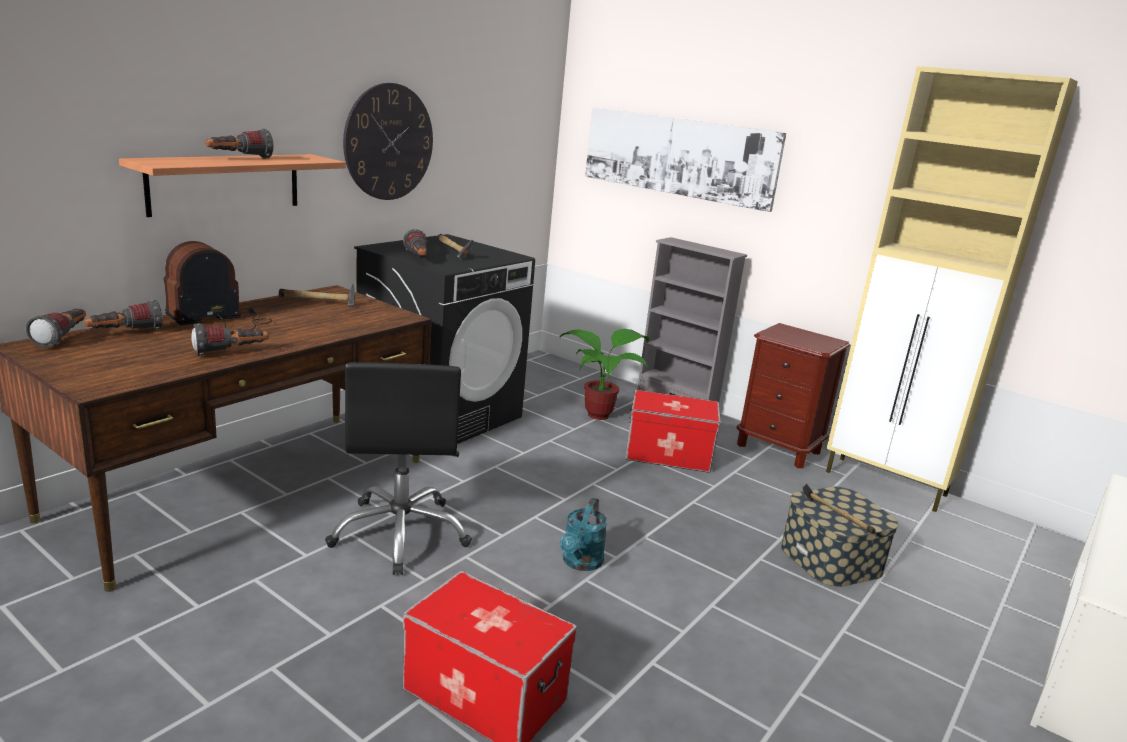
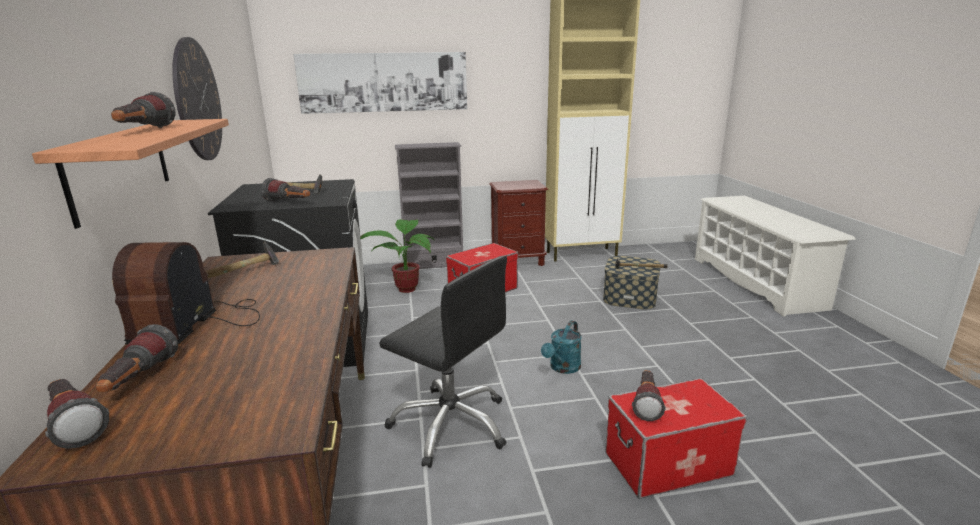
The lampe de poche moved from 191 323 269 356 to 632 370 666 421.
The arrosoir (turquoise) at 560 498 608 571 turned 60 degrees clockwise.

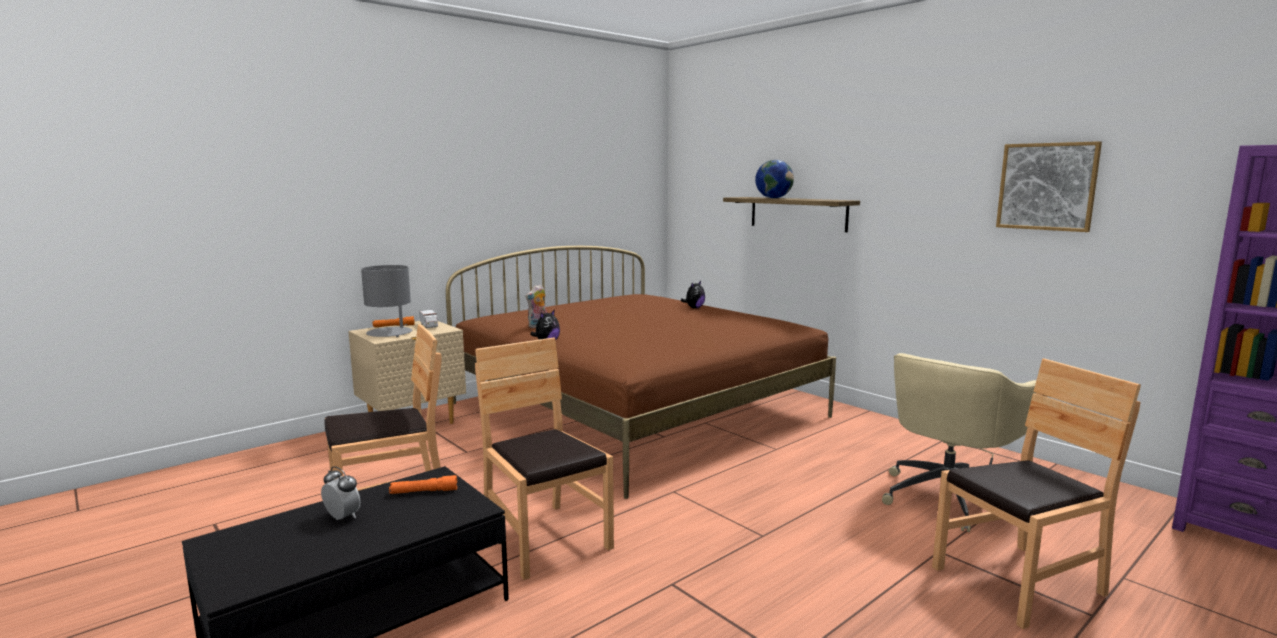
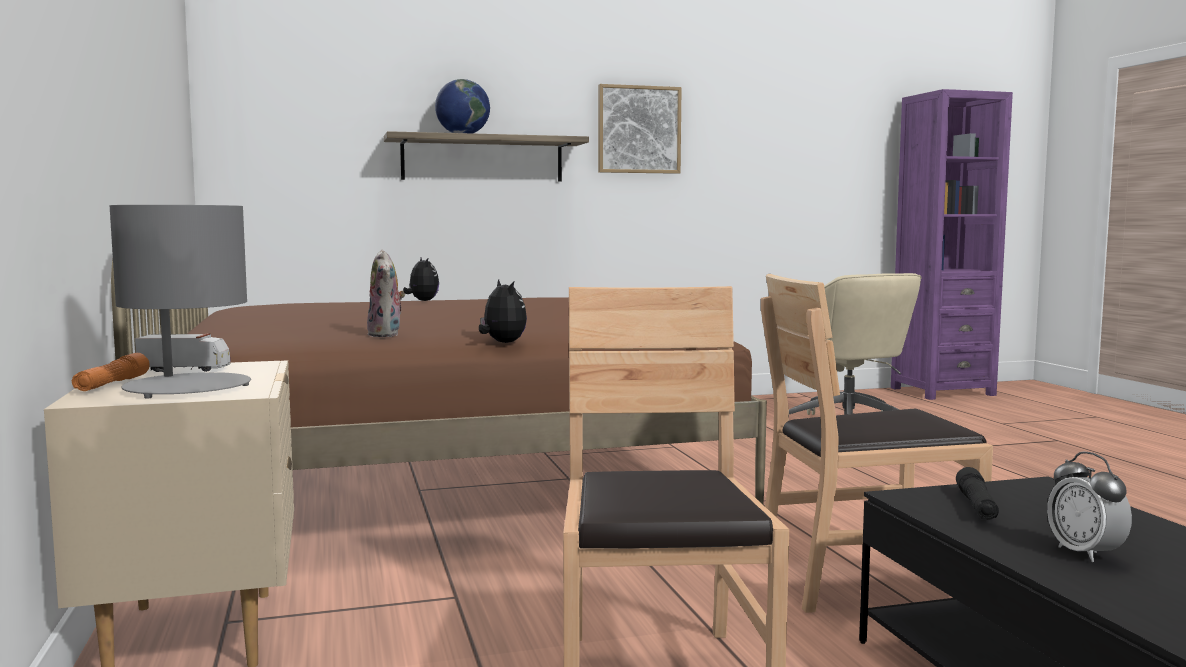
The tableau moved from 996 141 1102 232 to 598 84 682 174.
The chaise (marron) at 932 359 1141 629 disappeared.
The réveil at 321 466 361 520 turned 75 degrees counterclockwise.
The lampe de poche (orange) at 389 475 457 494 became the lampe de poche (noir) at 956 467 999 520.

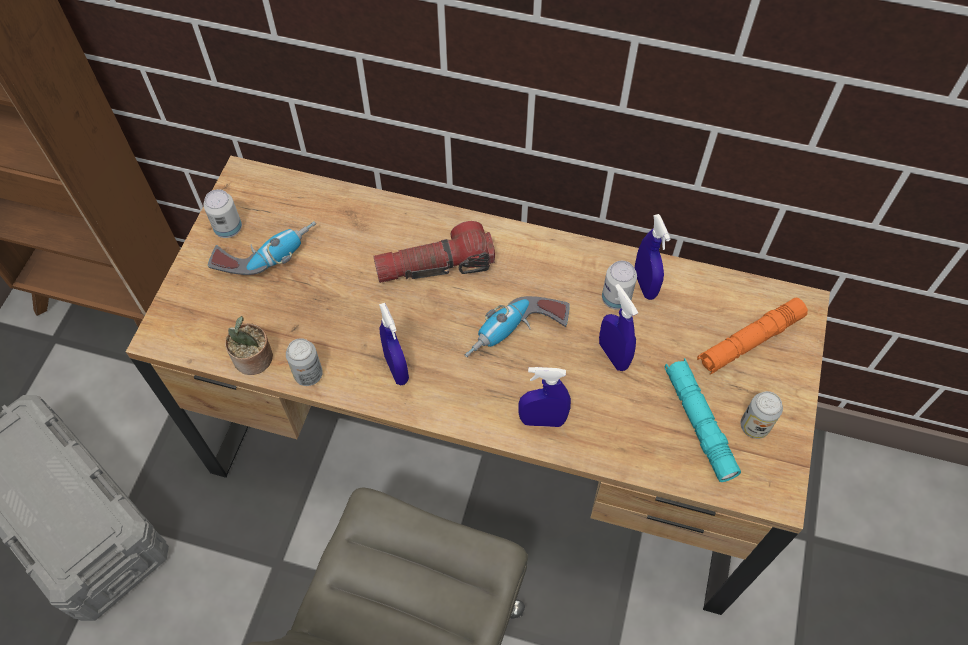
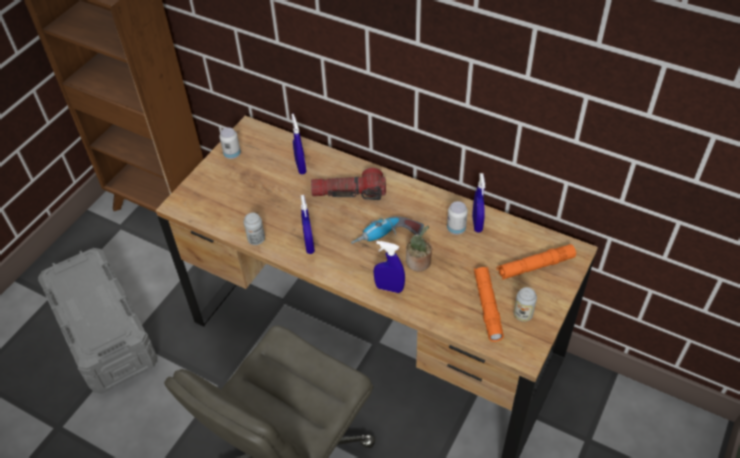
The perceuse at 208 221 316 275 disappeared.
The vaporisateur (bleu) moved from 599 284 638 371 to 291 114 306 174.
The plante en pot moved from 225 316 273 375 to 406 226 432 271.
The lampe de poche (turquoise) at 664 358 741 482 became the lampe de poche (orange) at 474 267 504 342.

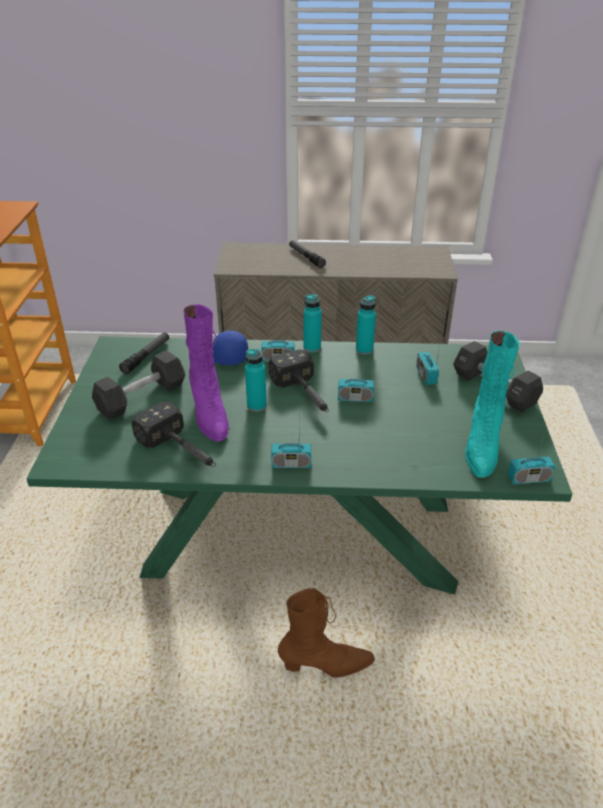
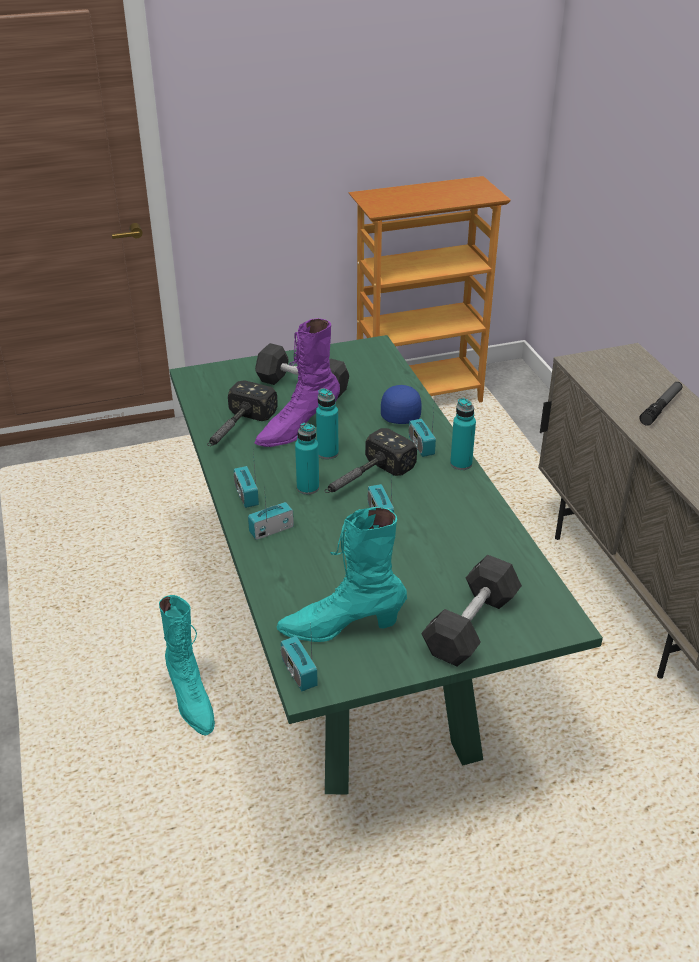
The bouteille (turquoise) moved from 356 295 376 355 to 295 423 319 495.
The lampe de poche at 119 333 169 374 disappeared.
The radio moved from 416 338 441 385 to 248 486 294 540.
The botte (marron) at 278 588 375 678 became the botte (turquoise) at 159 595 215 736.

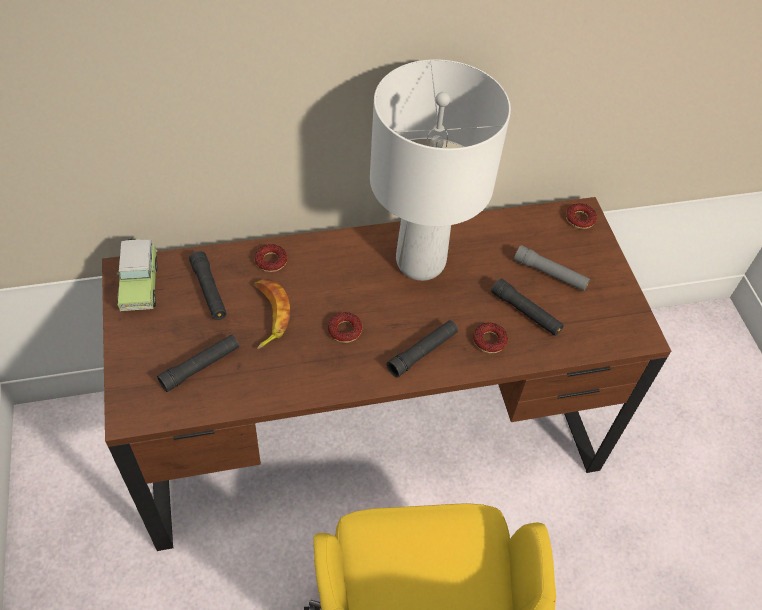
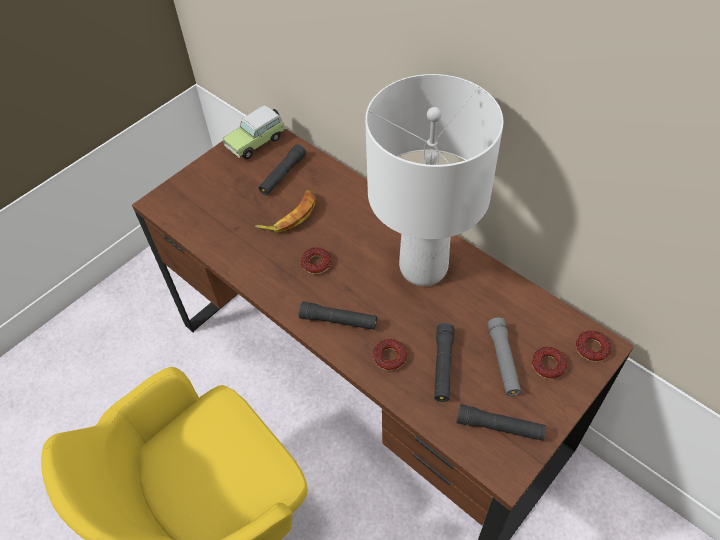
The beignet moved from 254 244 287 272 to 532 347 567 379.
The lampe de poche (noir) moved from 157 334 239 392 to 456 404 546 441.

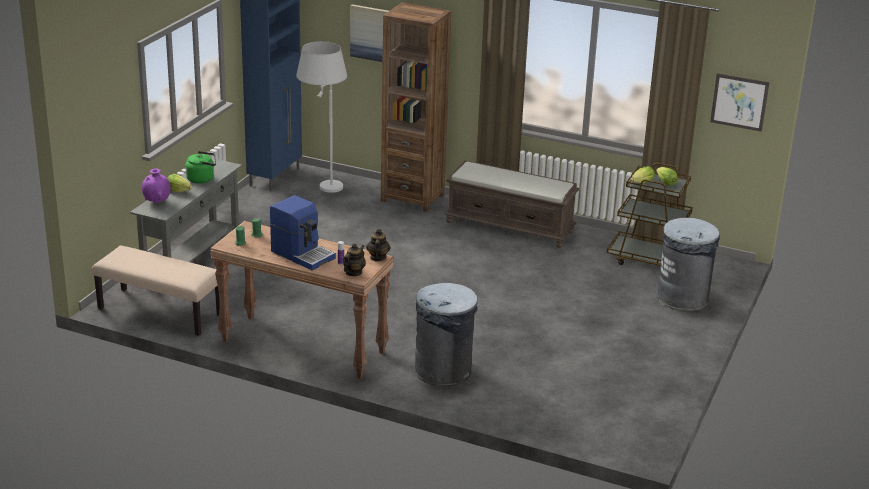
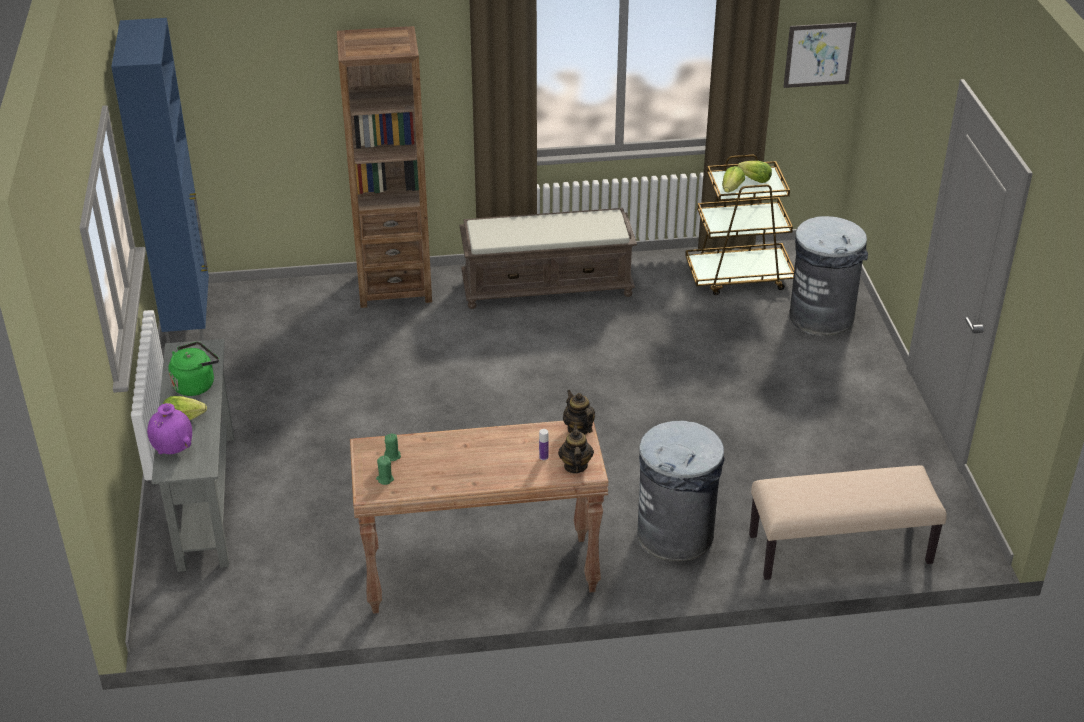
The tableau at 350 4 389 62 disappeared.
The lampadaire (blanc) at 296 41 347 193 disappeared.
The machine à café at 270 195 336 271 disappeared.
The banc (beige) moved from 92 246 219 336 to 749 466 947 580.

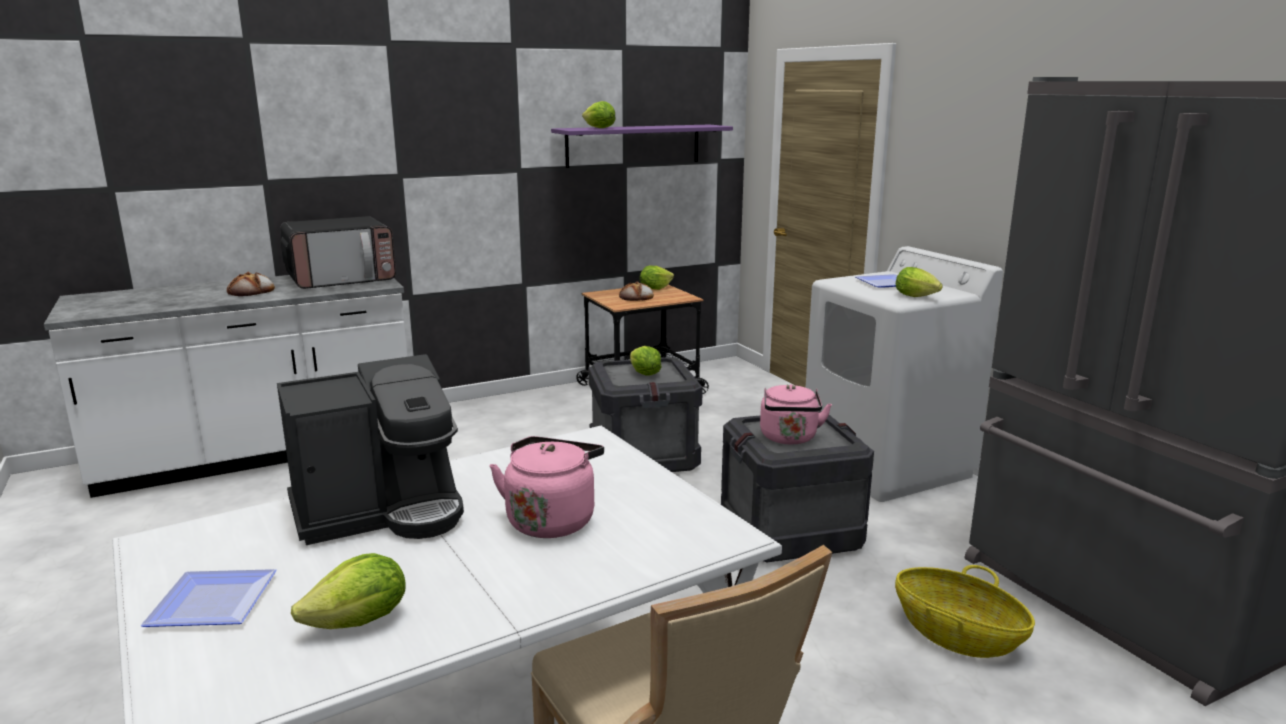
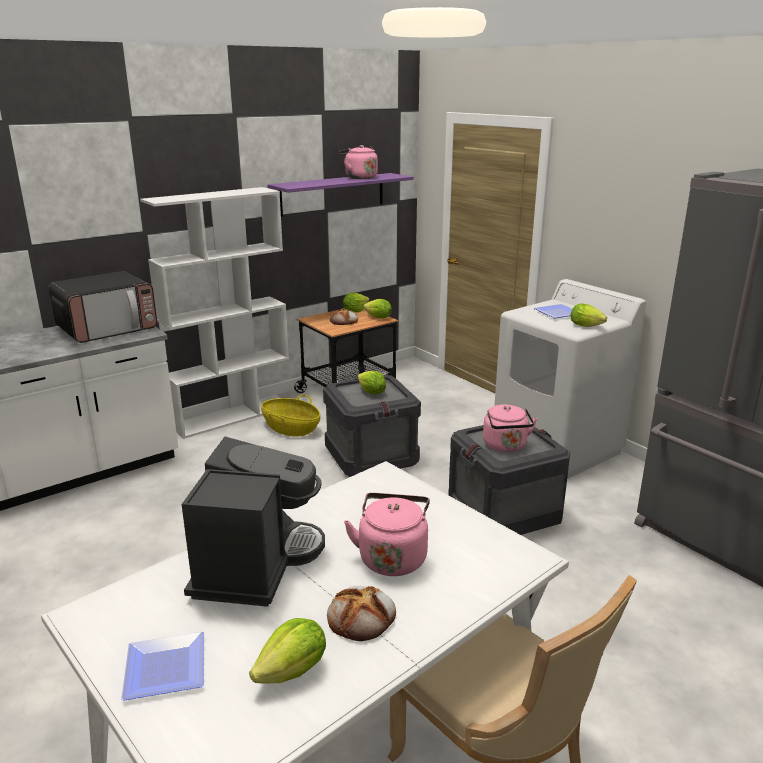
The laitue moved from 582 101 616 128 to 363 299 392 318.
The pain moved from 227 272 275 296 to 327 586 396 641.
The machine à café at 277 354 464 545 turned 45 degrees counterclockwise.
The panier moved from 895 565 1035 658 to 261 395 320 436.
The bouilloire (rose) at 339 145 378 179 appeared.
The bibliothèque (blanc) at 140 187 289 439 appeared.

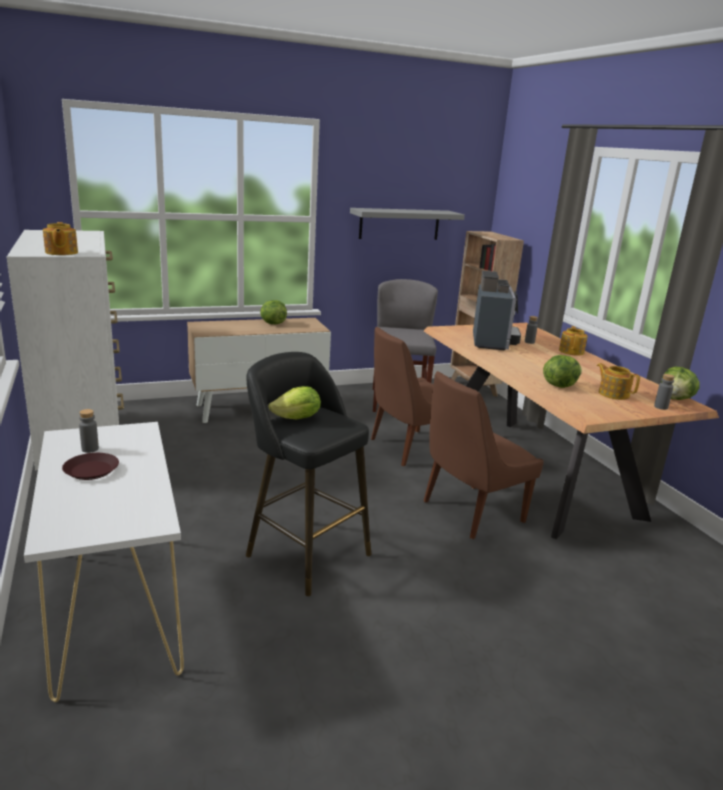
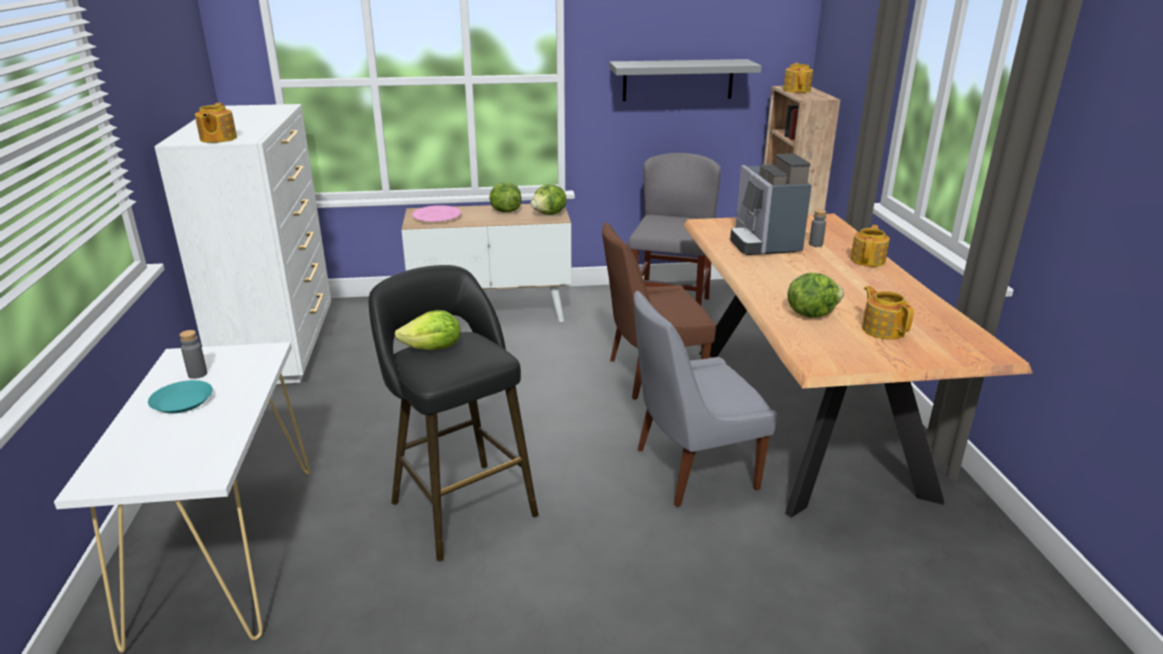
The machine à café at 473 271 521 350 turned 150 degrees clockwise.
The laitue moved from 661 366 699 400 to 531 184 567 215.
The chaise (marron) at 424 371 544 539 became the chaise (gris) at 634 291 777 507.
The bouteille (gris) at 654 374 675 410 disappeared.
The assiette (marron) at 62 453 119 480 became the assiette (turquoise) at 148 380 213 413.
The théière at 783 63 813 93 appeared.
The assiette (rose) at 412 205 461 222 appeared.

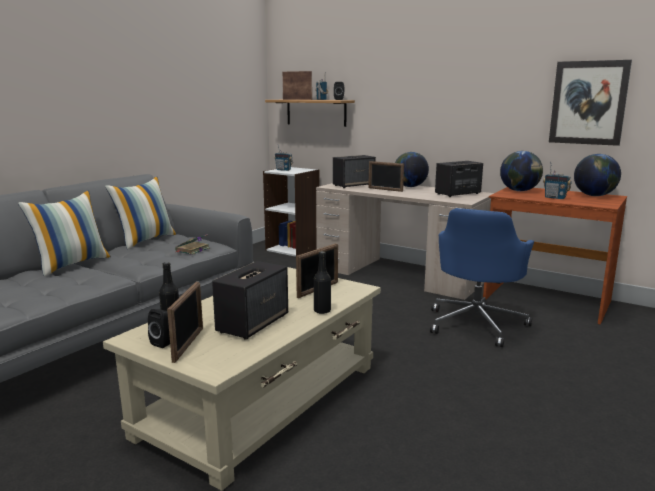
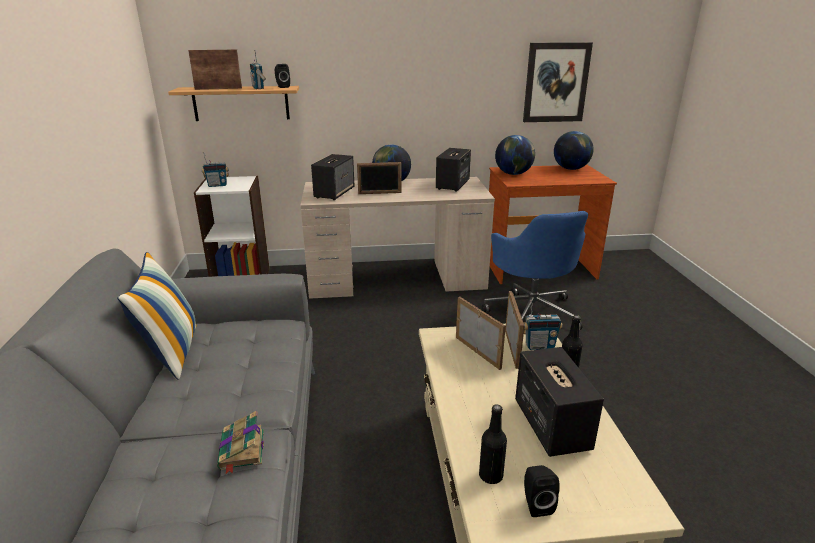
The radio moved from 543 162 572 199 to 524 300 563 350.
The coussin at 18 191 111 277 disappeared.
The livre moved from 175 234 210 255 to 217 410 264 475.
The cadre photo moved from 167 282 203 363 to 456 297 506 370.

